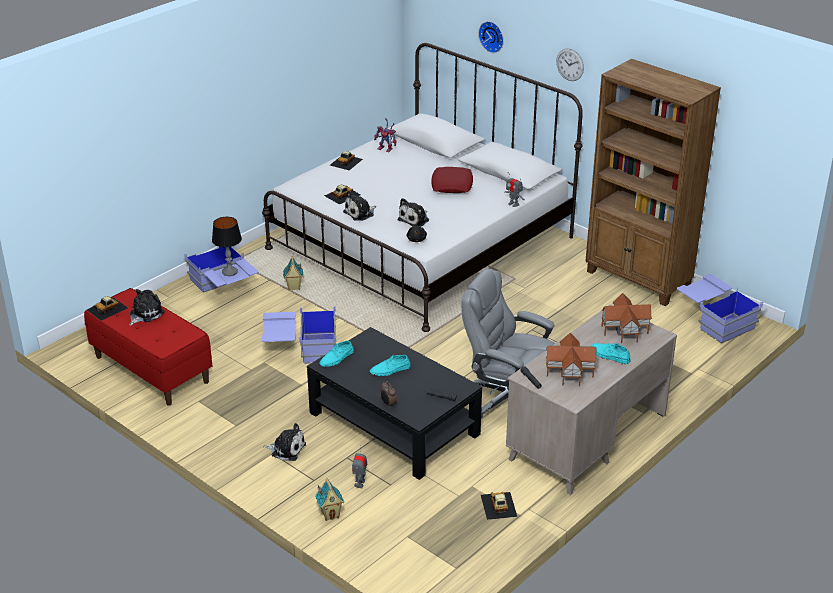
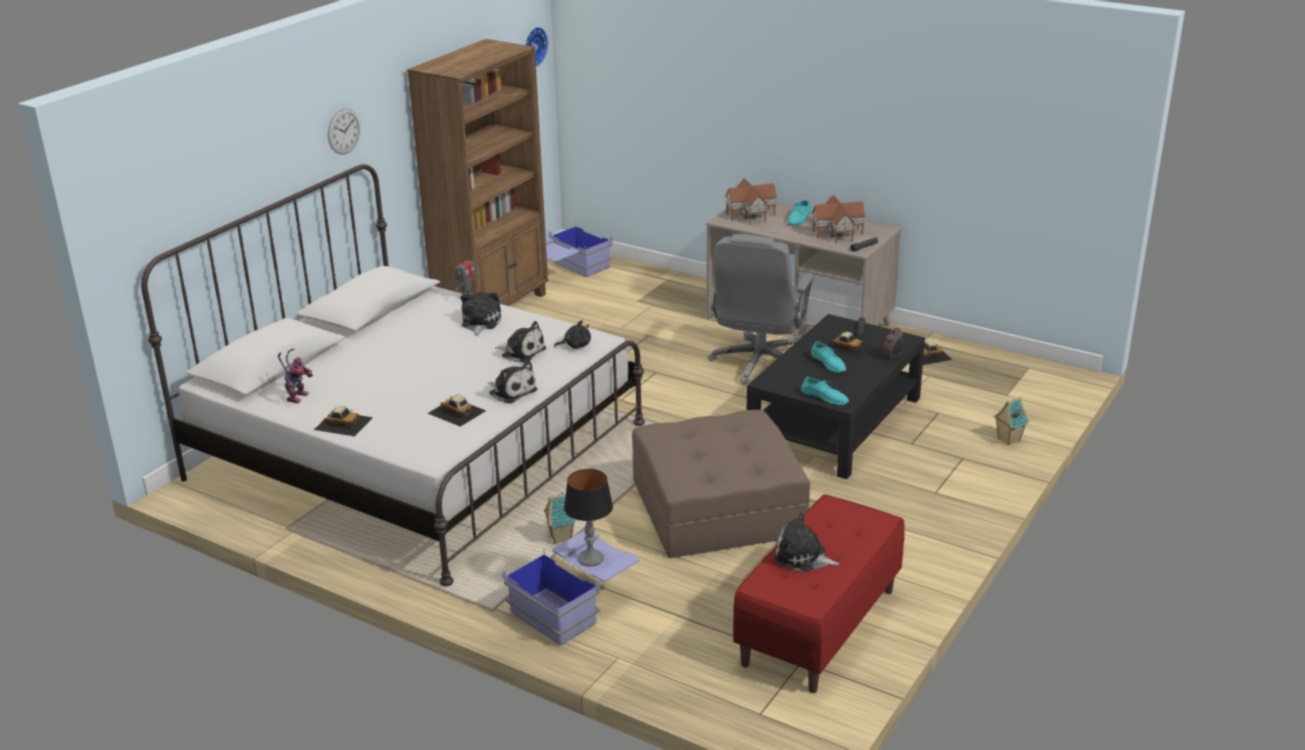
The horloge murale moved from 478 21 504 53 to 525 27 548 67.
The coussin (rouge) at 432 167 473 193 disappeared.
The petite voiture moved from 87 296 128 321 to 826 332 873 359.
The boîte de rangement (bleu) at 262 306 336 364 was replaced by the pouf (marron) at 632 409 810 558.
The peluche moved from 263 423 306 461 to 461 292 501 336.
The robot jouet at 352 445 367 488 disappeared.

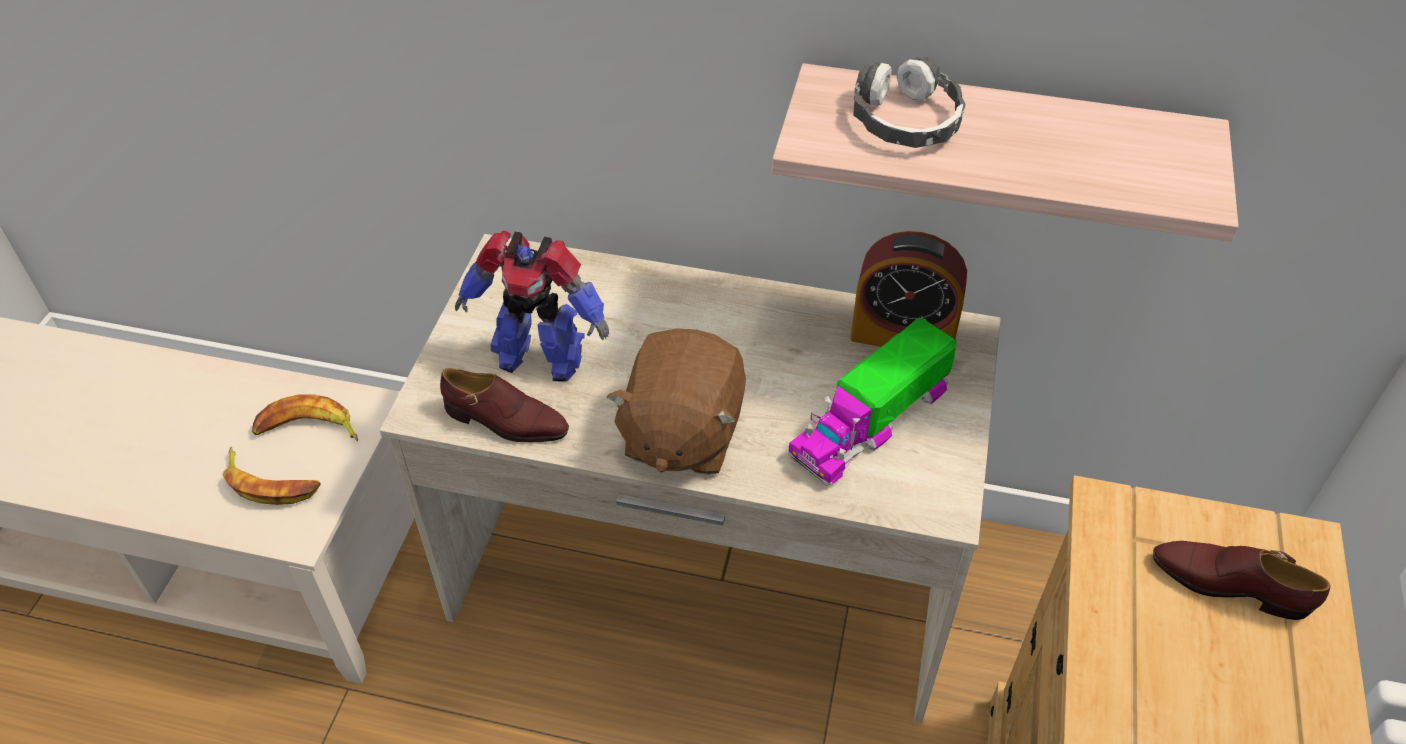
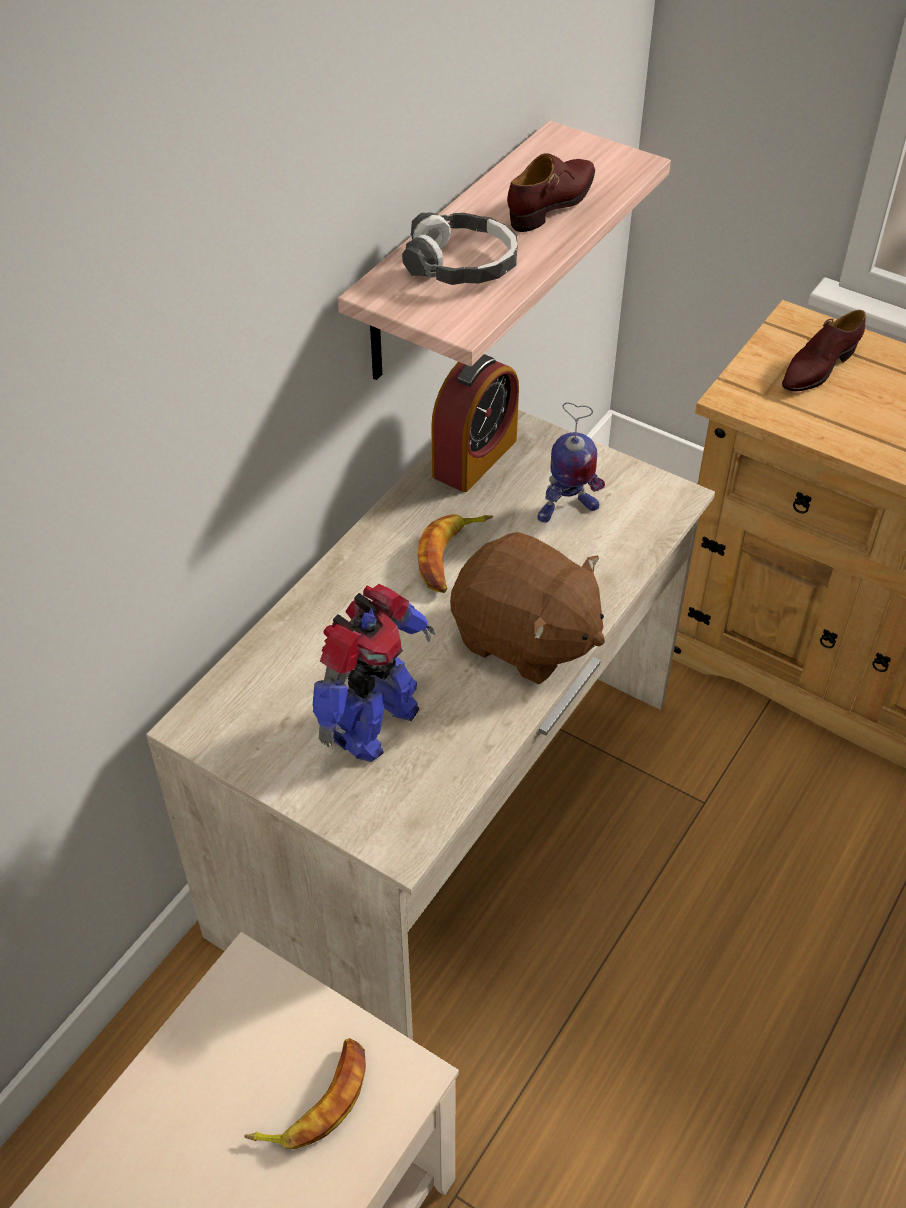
The camion jouet at 788 318 957 486 was replaced by the robot jouet at 537 402 605 523.
The chaussure (marron) moved from 440 368 569 442 to 507 153 595 232.
The banane moved from 252 395 358 441 to 417 514 493 593.

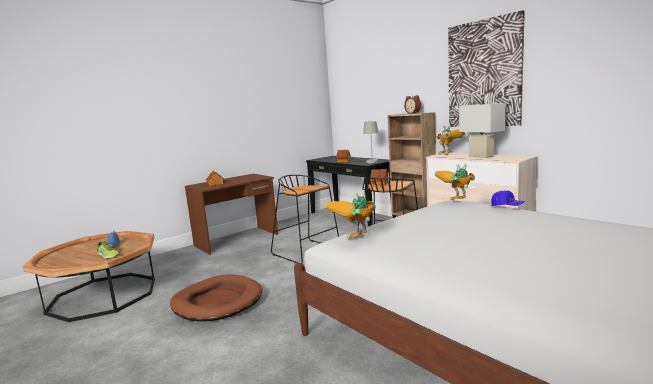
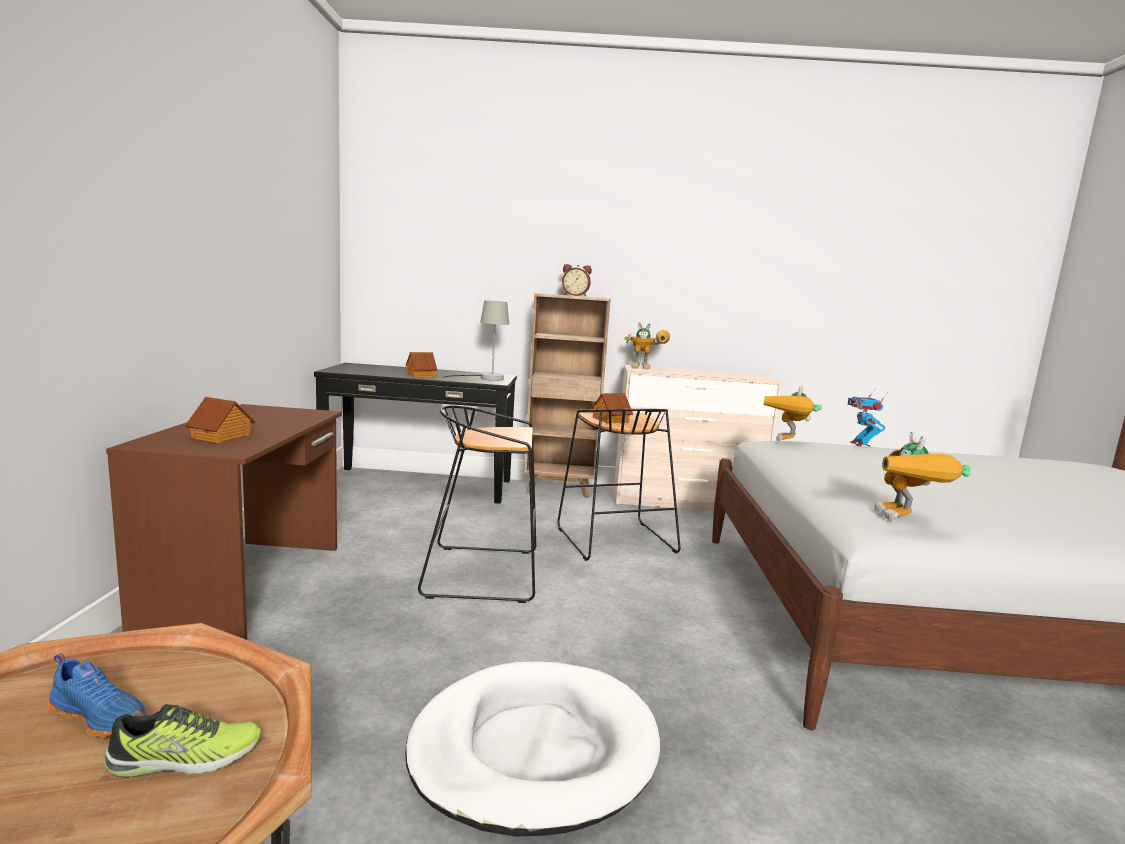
The tableau at 448 10 525 127 disappeared.
The lampe de table (blanc) at 459 103 506 158 disappeared.
The casquette (bleu) at 491 191 526 206 was replaced by the robot jouet at 848 388 888 446.
The panier pour chien (marron) at 170 274 262 322 became the panier pour chien (blanc) at 405 661 660 836.

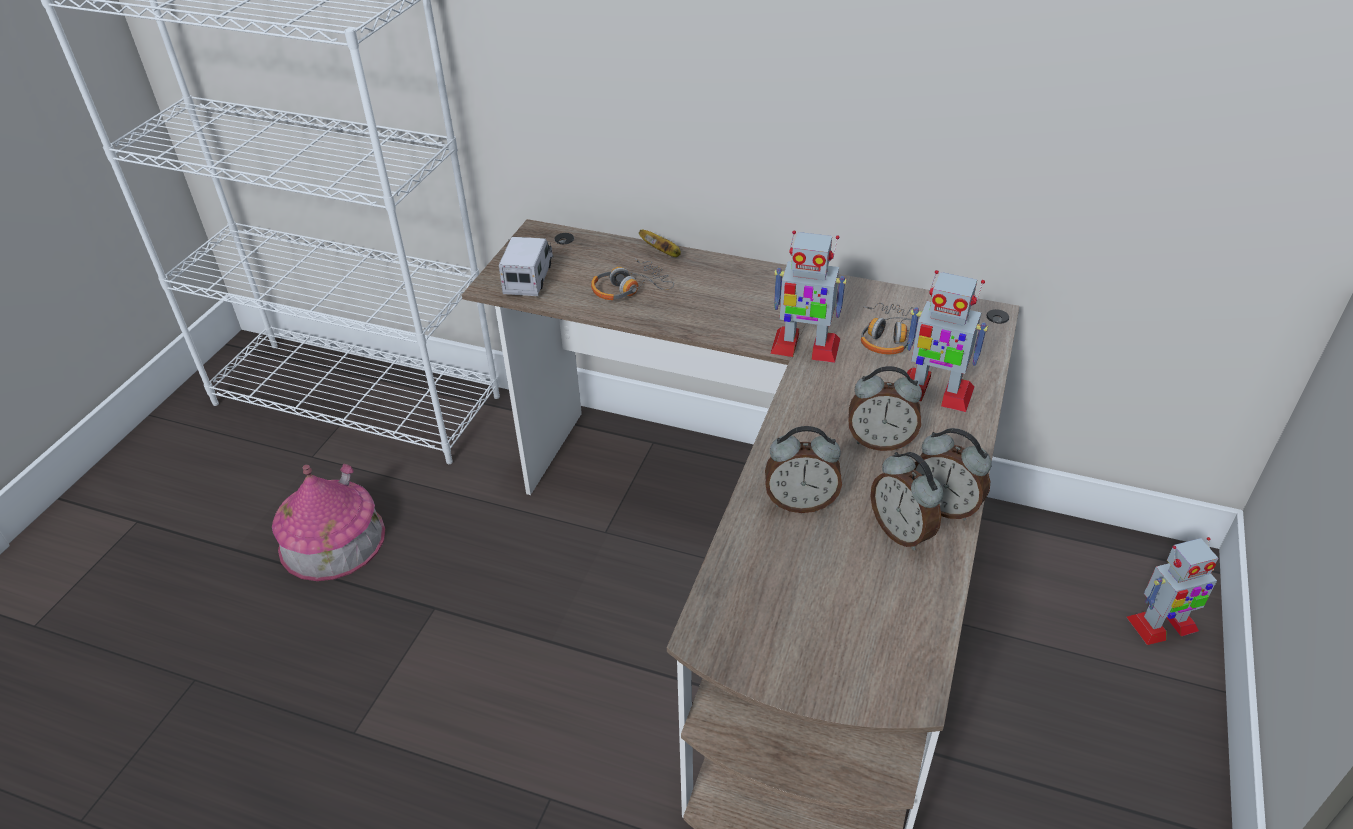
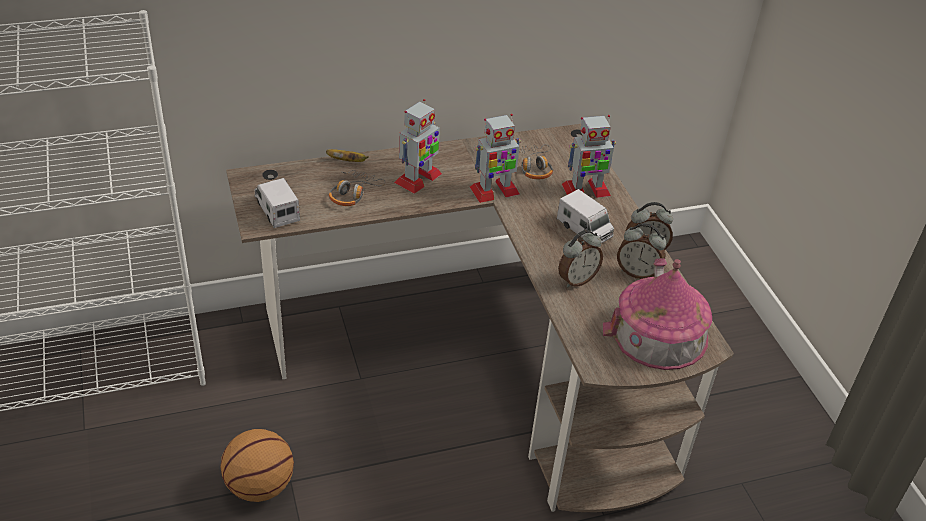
The réveil at 848 366 922 451 was replaced by the camion jouet at 557 189 614 243.
The maison miniature moved from 272 464 385 581 to 603 258 712 370.
The robot jouet moved from 1127 537 1219 645 to 394 99 442 194.
The ballon de basket at 221 429 294 502 appeared.

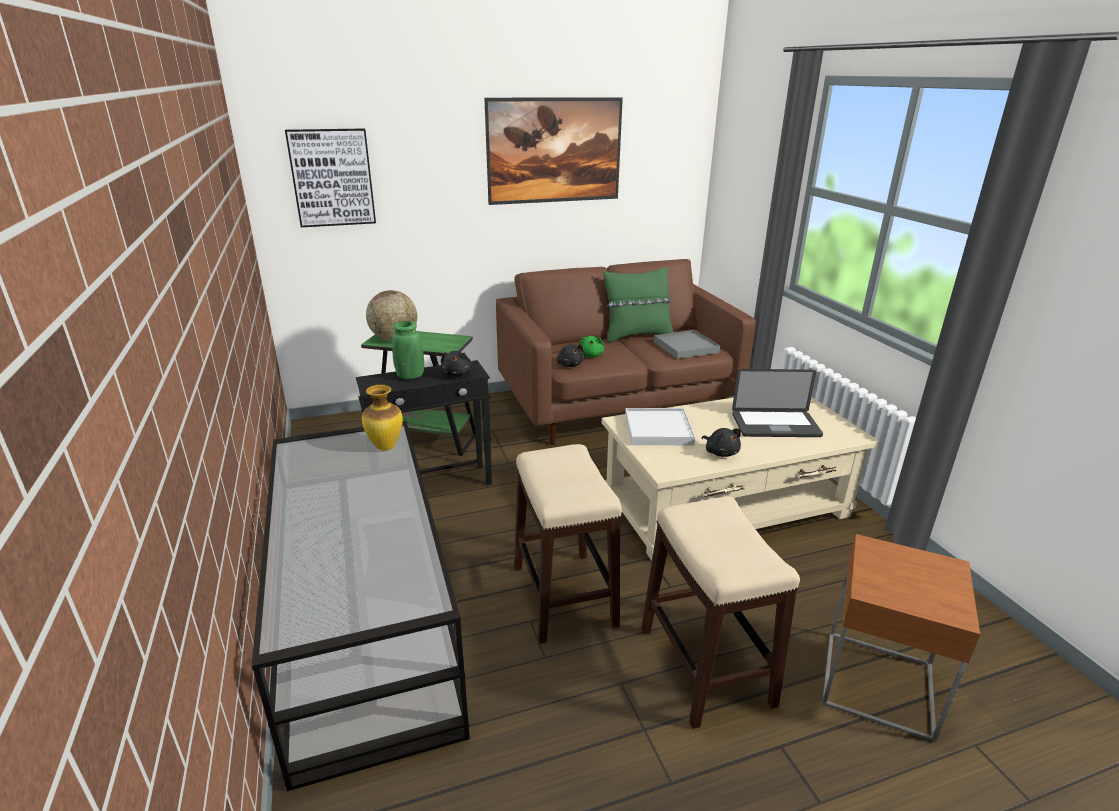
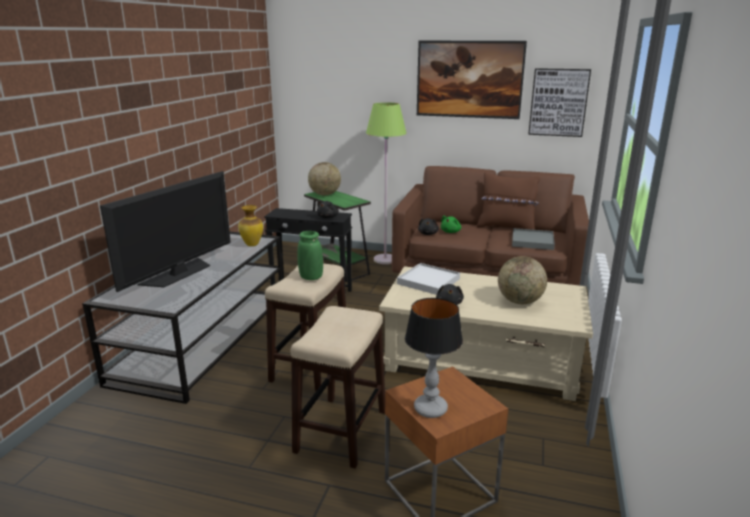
The tableau moved from 285 128 376 227 to 528 68 591 137.
The coussin (vert) at 603 267 673 342 became the coussin (marron) at 477 172 540 230.
The vase (vert) moved from 392 321 424 379 to 298 231 323 280.
The ordinateur portable at 732 369 823 437 was replaced by the globe at 498 256 547 304.
The lampadaire (vert) at 366 102 407 264 appeared.
The téléviseur at 100 171 231 292 appeared.
The lampe de table at 405 298 463 418 appeared.

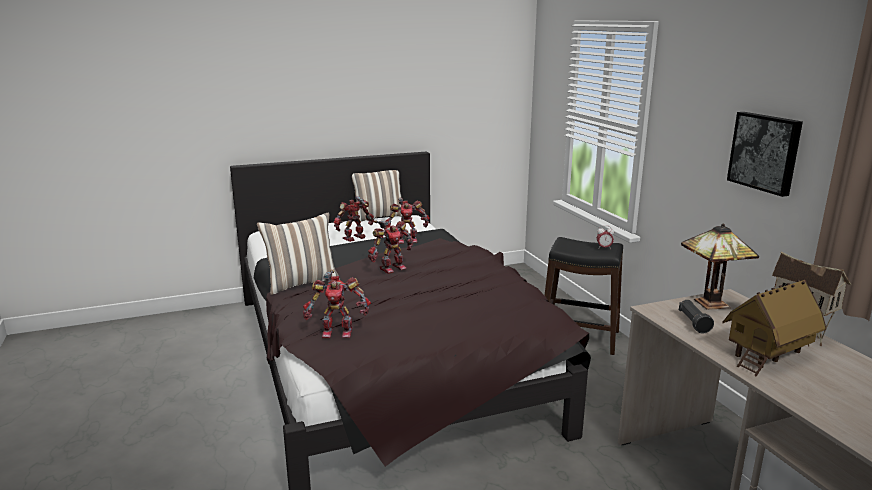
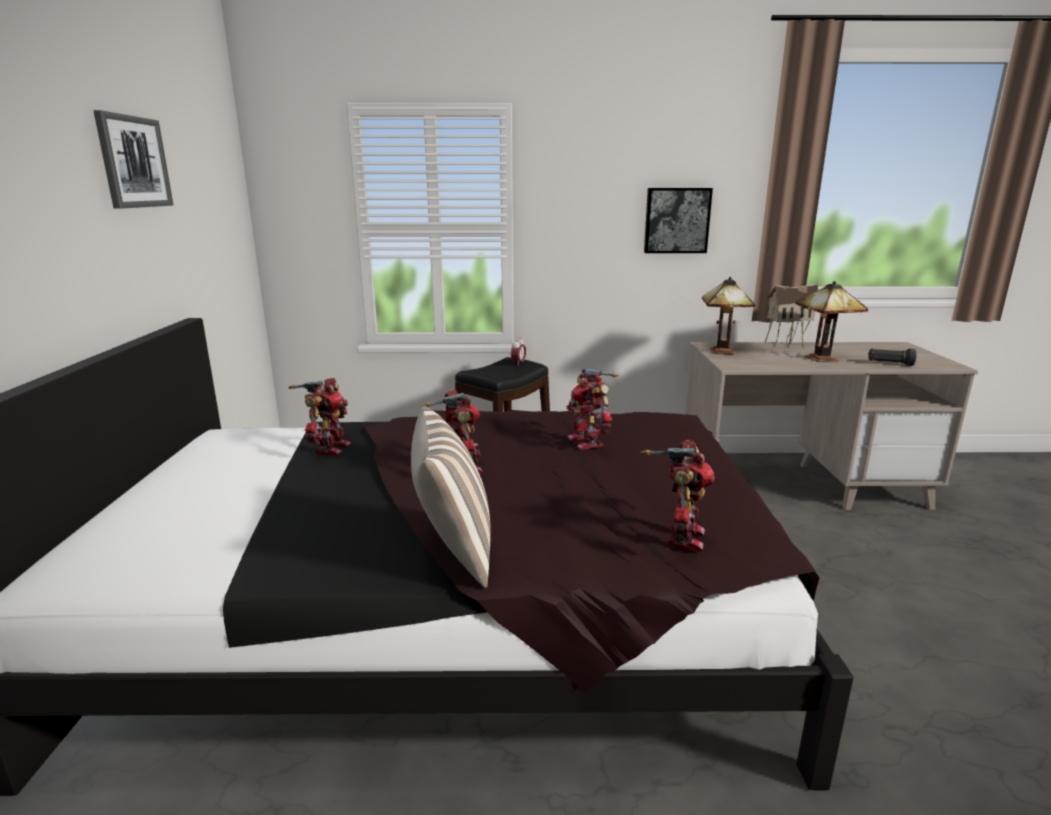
The coussin at 352 170 402 222 disappeared.
The robot jouet moved from 334 196 374 242 to 567 369 618 450.
The maison miniature at 722 280 826 376 was replaced by the lampe de table at 796 281 868 362.
The lampe de poche (noir) moved from 679 300 714 333 to 868 348 917 366.
The tableau at 93 110 173 209 appeared.

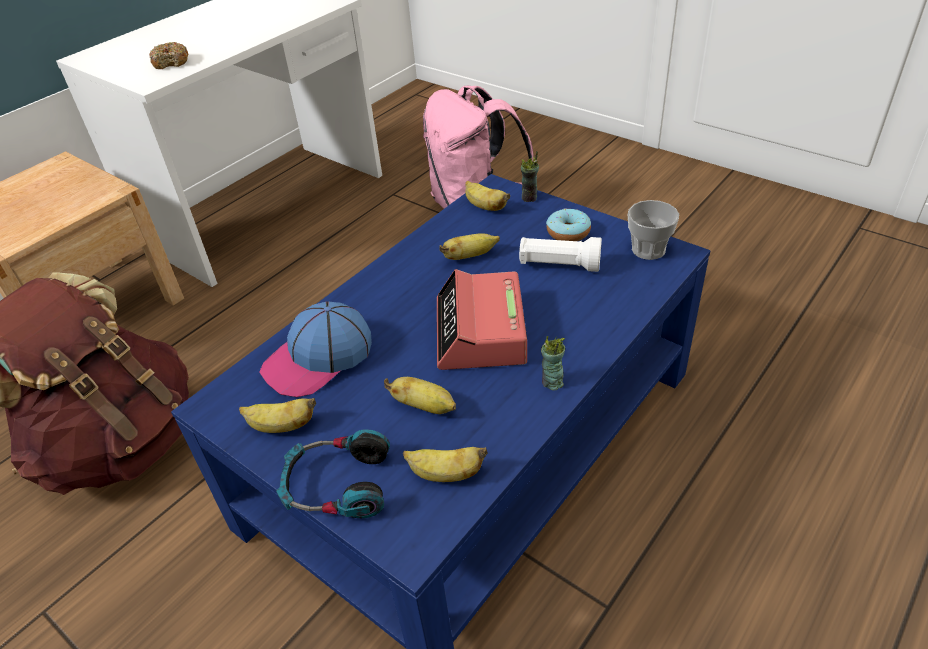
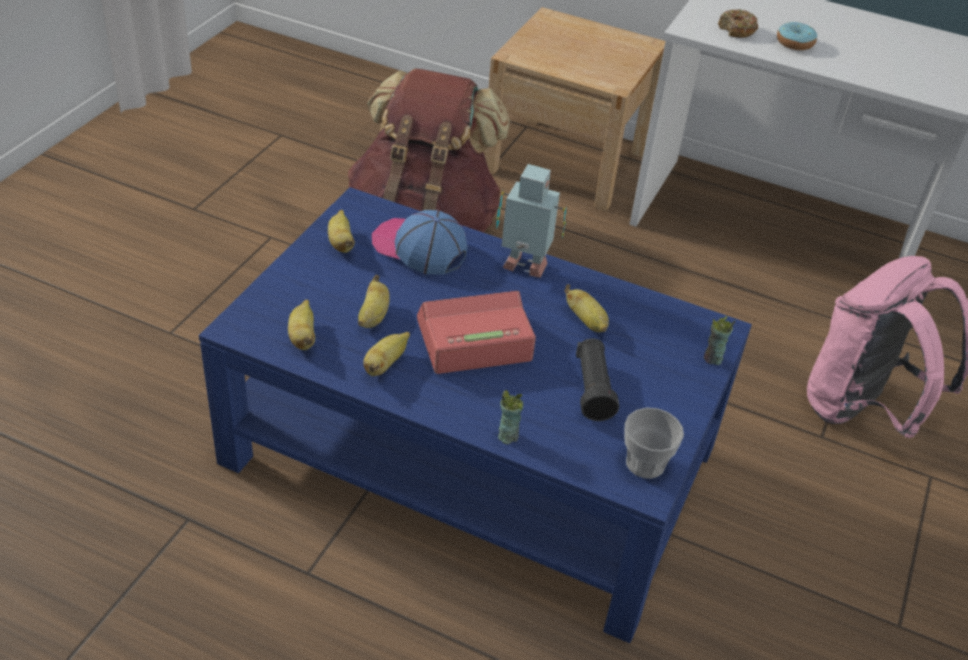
The banane moved from 465 181 510 211 to 363 332 410 376.
The beignet moved from 546 209 591 241 to 777 22 817 50.
The lampe de poche (blanc) at 519 237 602 272 became the lampe de poche (noir) at 576 338 619 421.
The tasse moved from 541 336 565 390 to 498 390 524 444.
The casque audio at 276 429 390 518 disappeared.
The robot jouet at 496 164 567 278 appeared.

